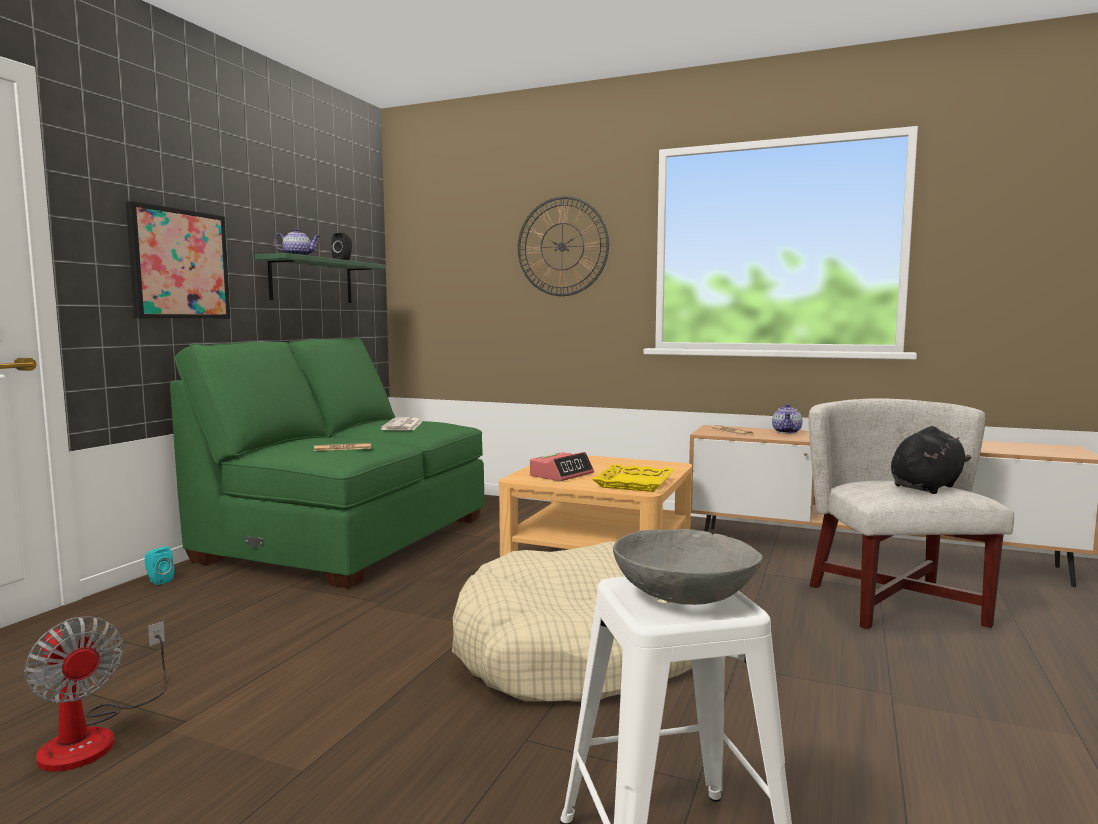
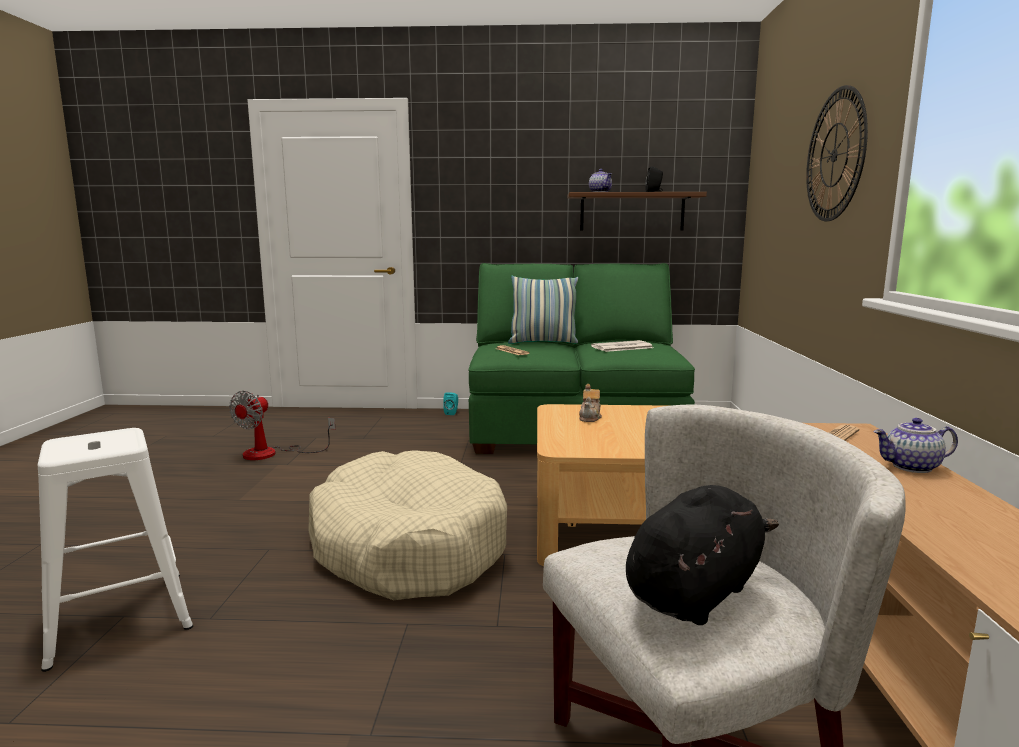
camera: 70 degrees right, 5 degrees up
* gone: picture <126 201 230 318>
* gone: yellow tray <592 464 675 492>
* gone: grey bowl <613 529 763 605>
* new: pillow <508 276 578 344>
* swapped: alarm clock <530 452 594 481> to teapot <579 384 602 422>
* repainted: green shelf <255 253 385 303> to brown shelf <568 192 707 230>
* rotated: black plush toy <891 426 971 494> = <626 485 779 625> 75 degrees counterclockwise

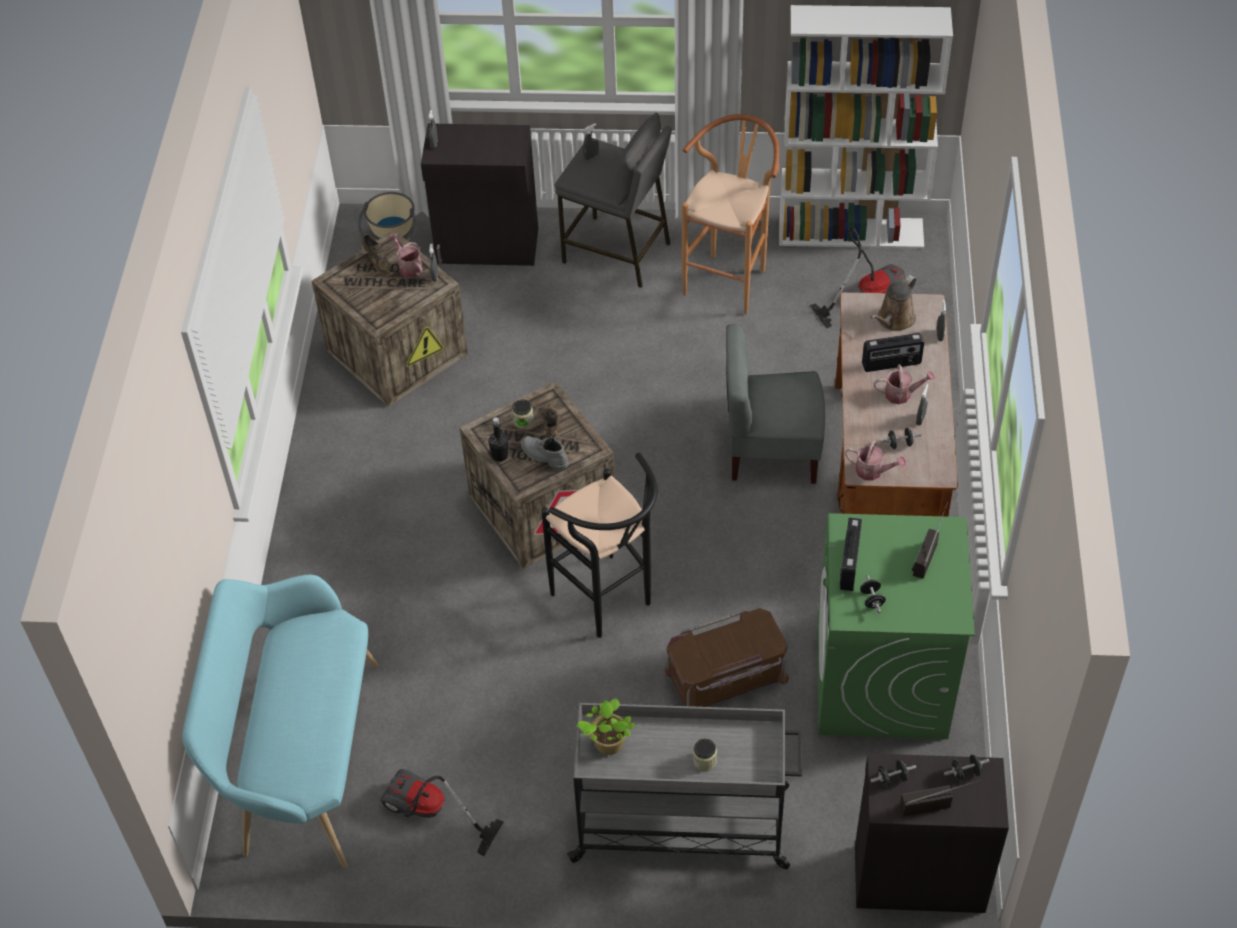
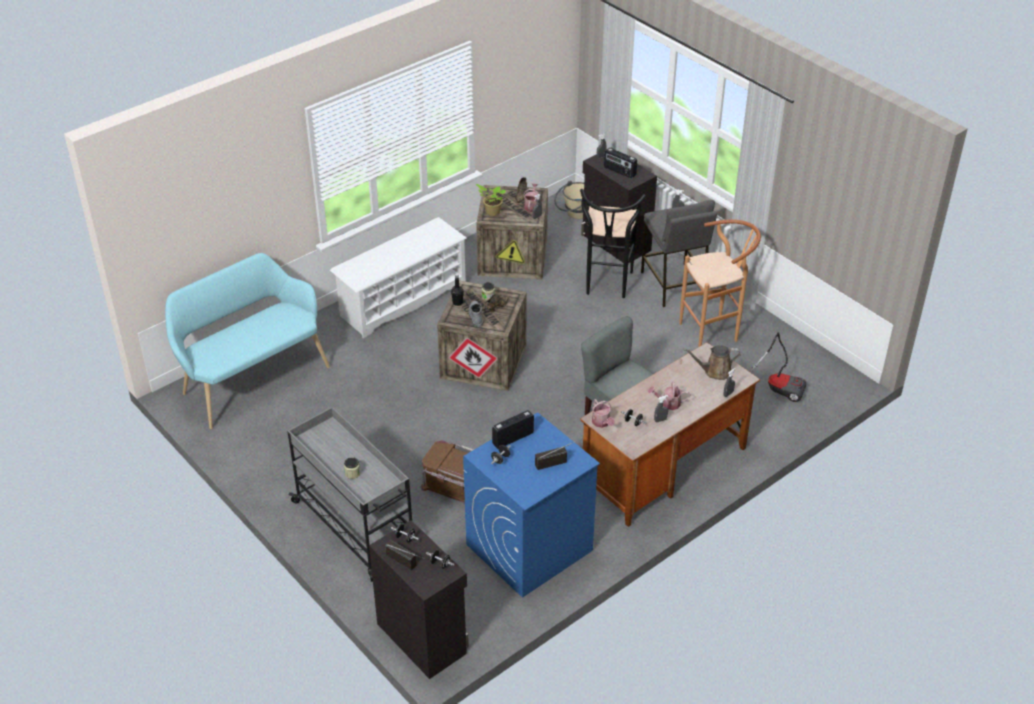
camera: 45 degrees right, 10 degrees down
* gone: vacuum cleaner <380 769 504 856>
* gone: white bookcase <779 5 953 249>
* new: white shoe rack <330 217 467 338>
* shifted: black stool <541 453 657 638> to <580 189 646 298>
* shifted: potted plant <576 698 635 755> to <476 184 506 216>
* shifted: radio <862 333 924 372> to <604 148 637 178>
* repainted: green washing machine <817 513 975 739> to blue washing machine <463 412 600 598>
* rotated: watering can <874 364 935 404> = <648 382 690 410> 135 degrees clockwise

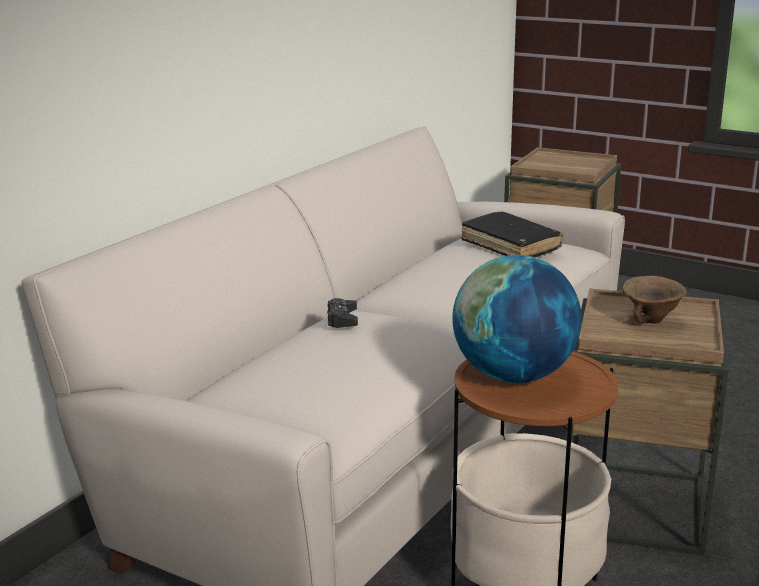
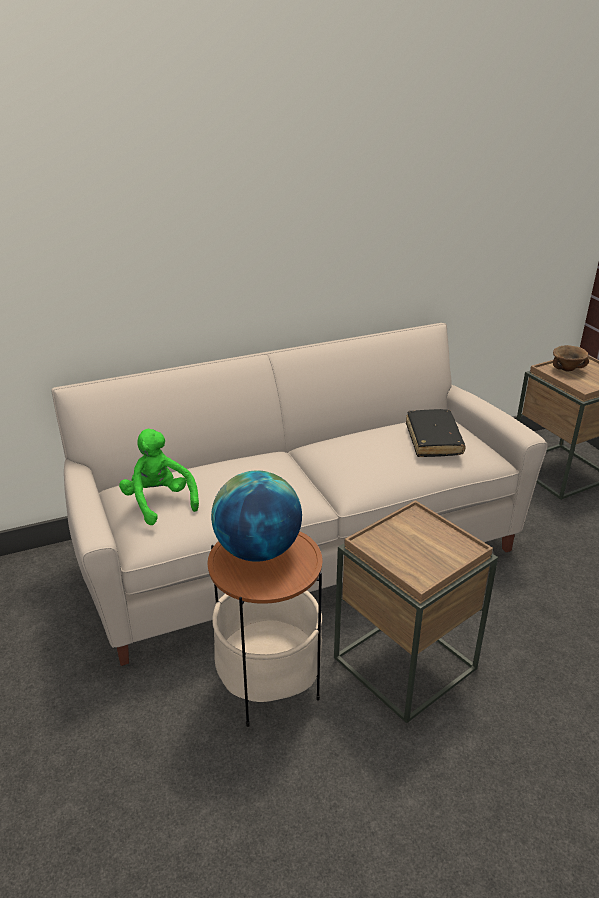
camera: 35 degrees right, 10 degrees up
* gone: black game controller <327 298 358 328>
* new: green plush toy <119 429 199 525>
* shifted: brown bowl <622 276 687 324> to <553 345 589 371>

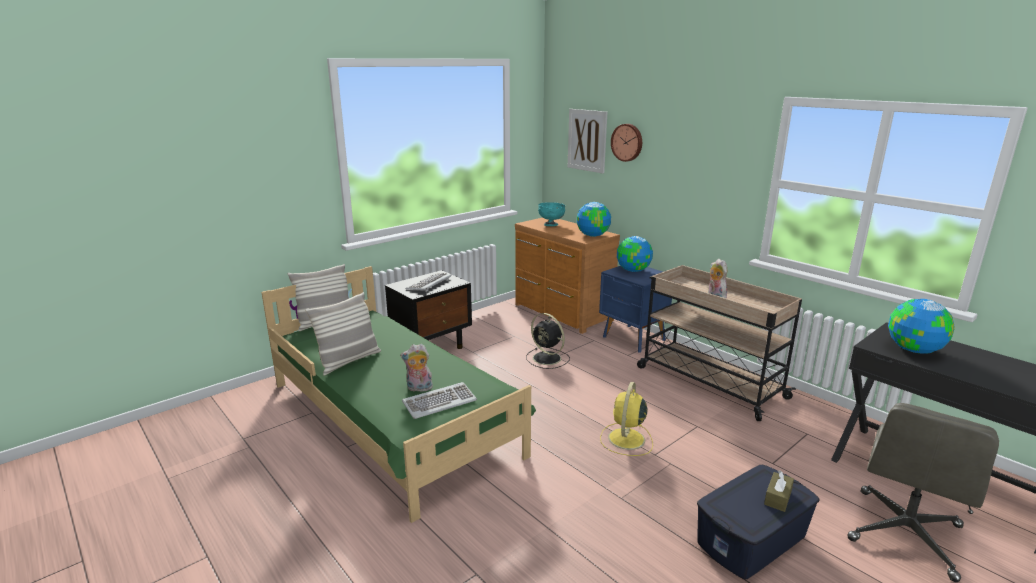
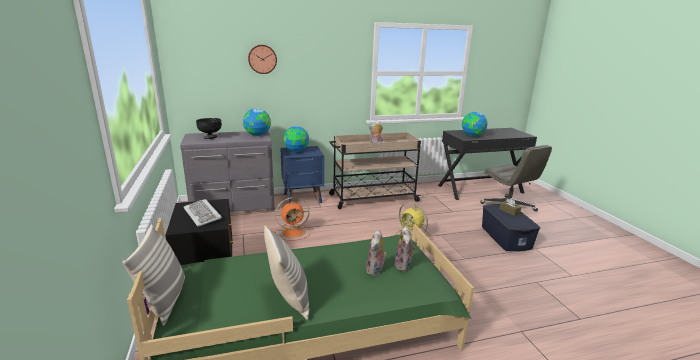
camera: 65 degrees left, 0 degrees up
* gone: picture <568 109 607 174>
* swapped: keyboard <402 382 477 419> to plush toy <394 226 415 271>
* repainted: brown dresser <515 217 620 334> to grey dresser <180 131 275 212>
* repainted: black fan <526 313 570 369> to orange fan <274 197 311 241>
* repainted: turquoise bowl <538 202 565 226> to black bowl <196 118 222 139>

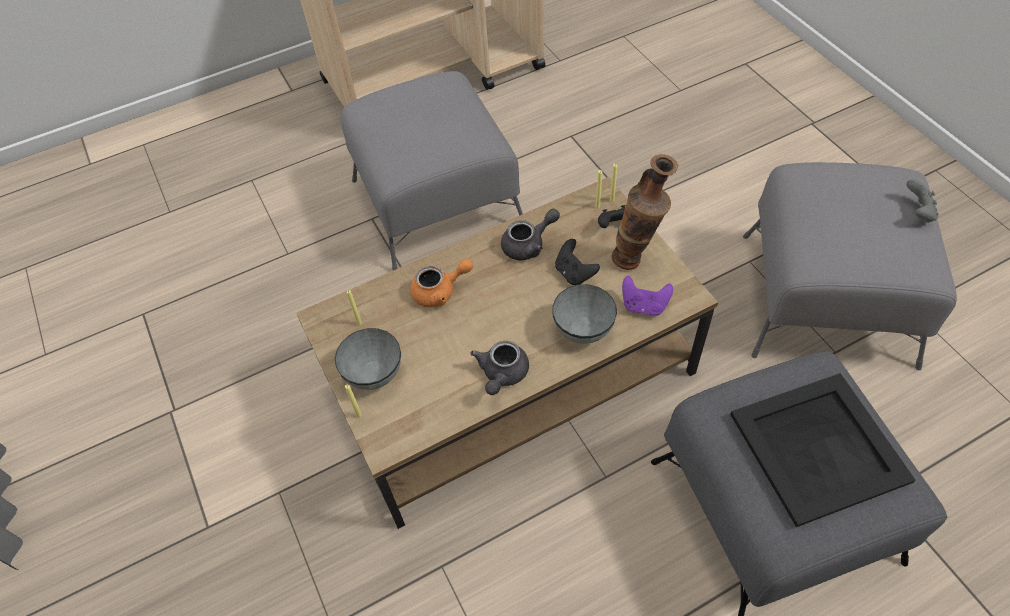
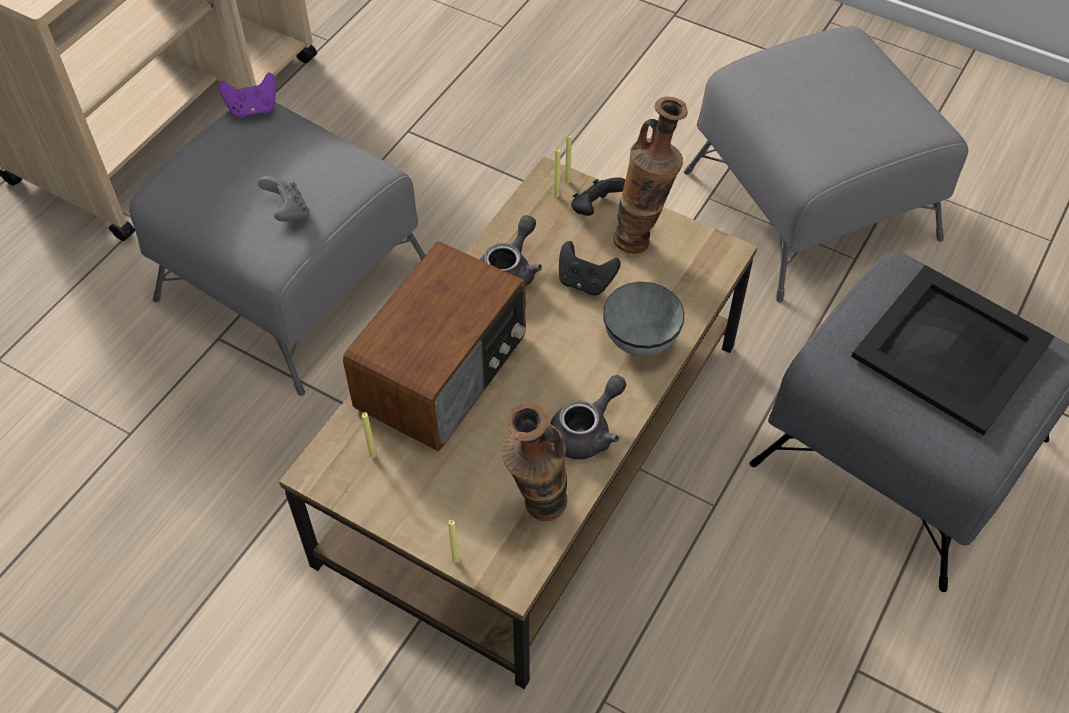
camera: 35 degrees left, 0 degrees up
* gone: grey bowl <335 328 401 390>
* new: vase <502 402 567 521>
* shifted: purple game controller <622 276 673 316> to <219 72 276 117>
* shifted: grey game controller <906 179 939 223> to <258 176 310 222>
* swapped: orange teapot <410 259 473 307> to radio <343 241 526 451>
* rotated: grey teapot <470 341 529 395> = <550 375 626 459> 120 degrees counterclockwise

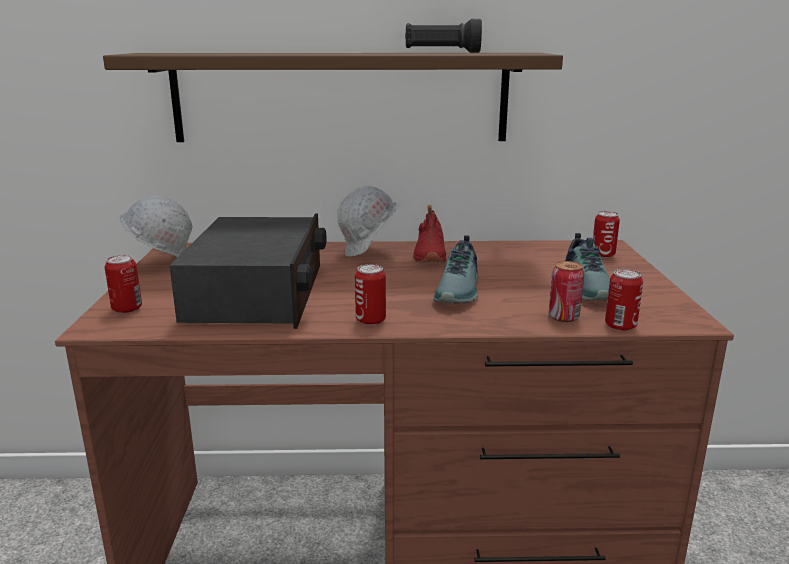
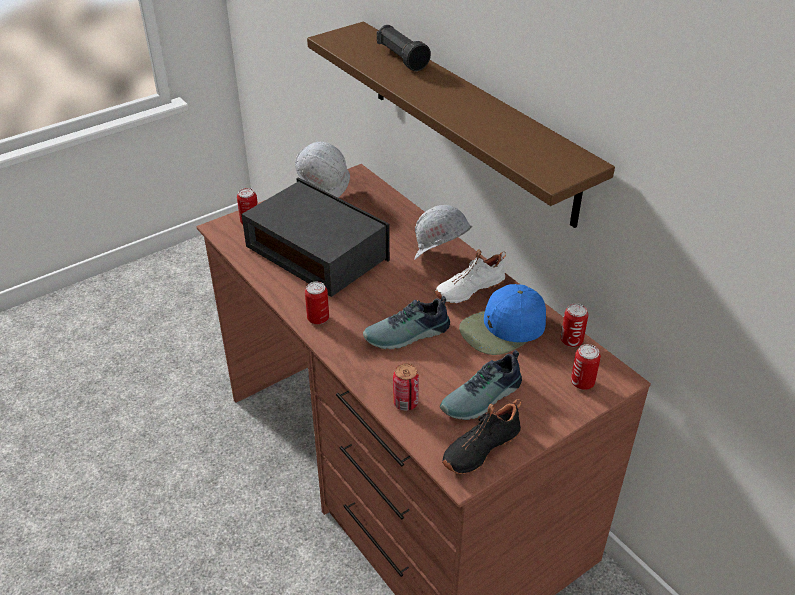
camera: 55 degrees right, 20 degrees up
* new: black shoe <442 399 521 474>
* new: blue cap <459 284 546 355>
* shifted: black flashlight <405 19 482 53> to <377 25 431 71>
* shifted: can <605 269 643 331> to <561 303 588 347>
* repainted: red shoe <413 205 446 263> to white shoe <435 249 506 304>
* rotated: radio <169 213 326 329> = <242 178 390 297> 105 degrees counterclockwise

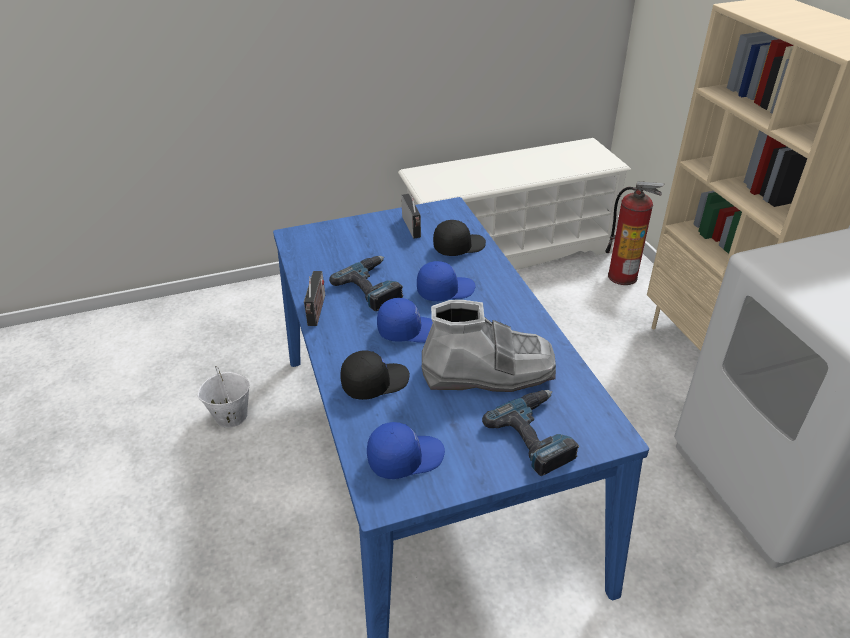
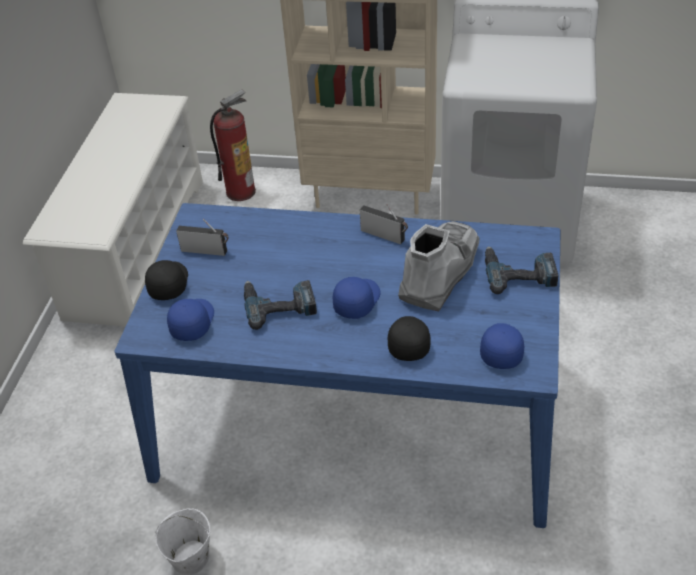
camera: 60 degrees left, 5 degrees up
* shifted: radio <304 271 325 326> to <360 204 408 244>
* shifted: blue cap <417 261 476 301> to <167 299 214 341>
* shifted: black cap <433 220 486 256> to <145 260 188 300>

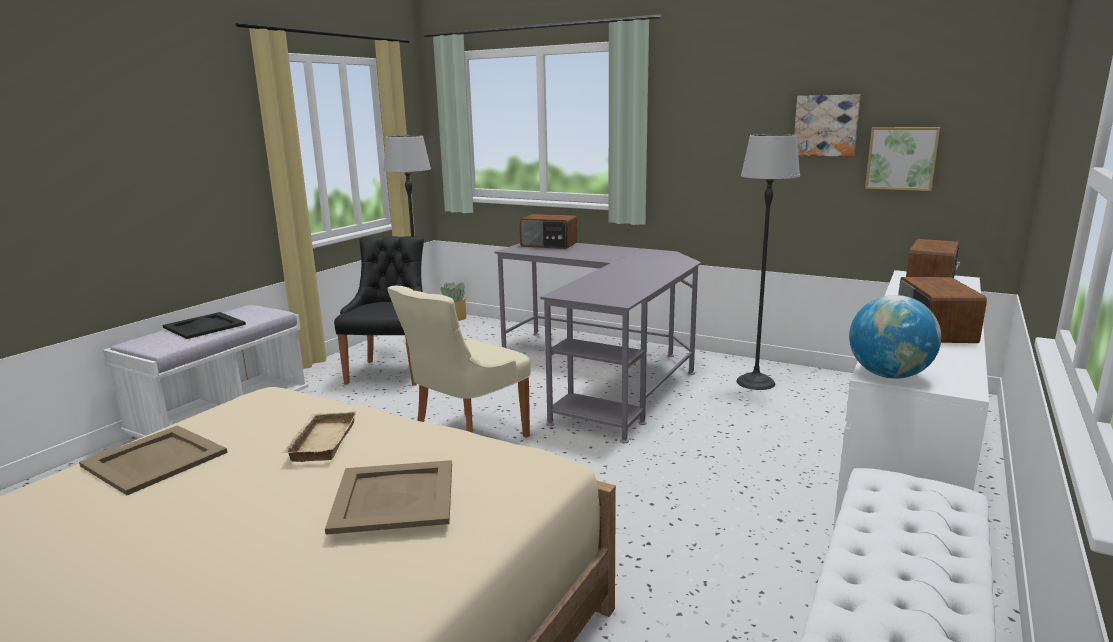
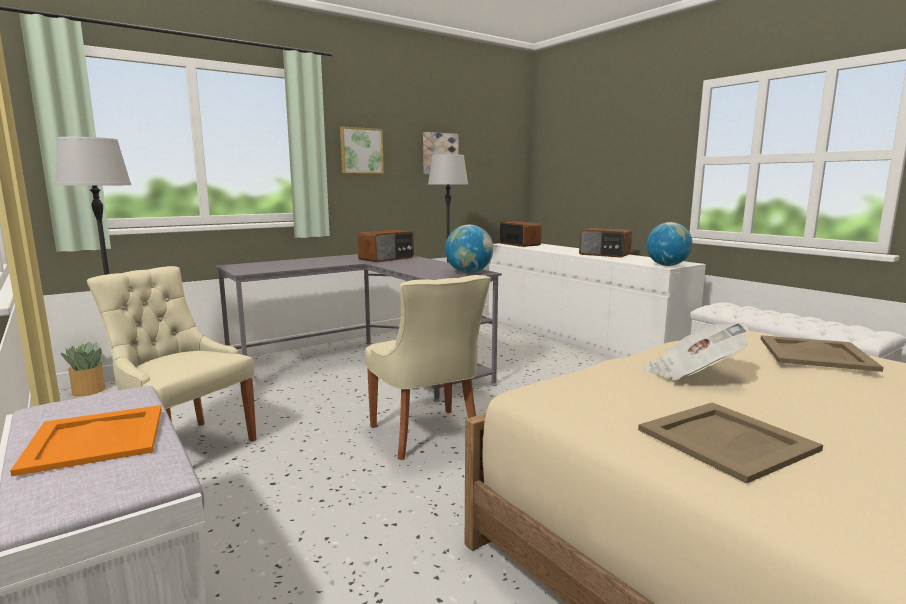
camera: 65 degrees left, 5 degrees down
* new: globe <445 225 493 273>
* shifted: radio <519 214 577 249> to <357 230 414 262>
* shifted: picture <865 127 940 191> to <340 126 384 174>
* swapped: beige tray <283 412 356 462> to newspaper <644 323 750 380>
* repainted: black tray <163 312 246 339> to orange tray <10 405 162 477>
* repainted: black chair <334 236 424 386> to beige chair <87 266 256 442>

